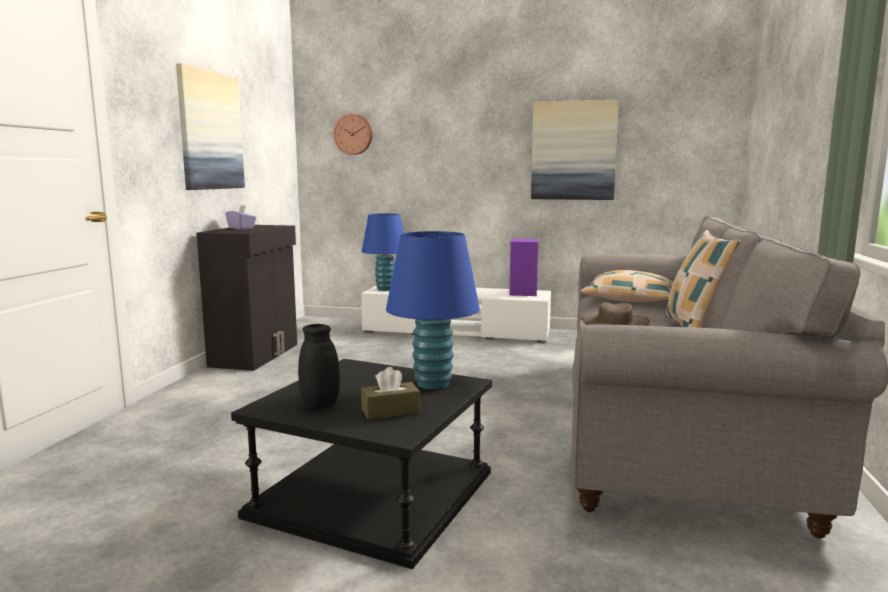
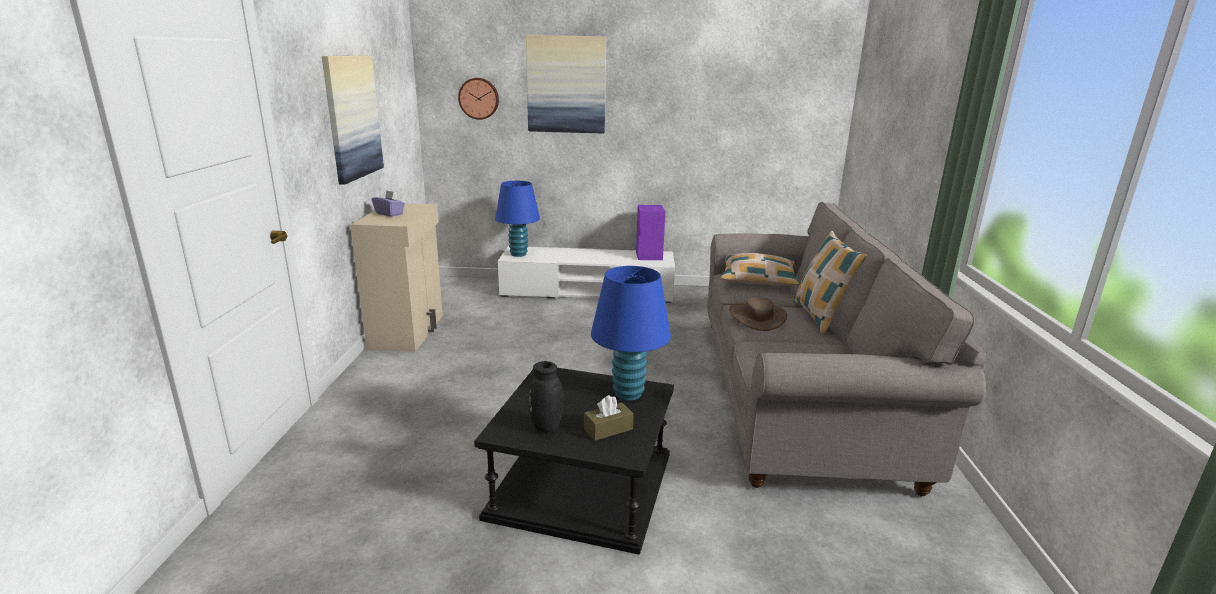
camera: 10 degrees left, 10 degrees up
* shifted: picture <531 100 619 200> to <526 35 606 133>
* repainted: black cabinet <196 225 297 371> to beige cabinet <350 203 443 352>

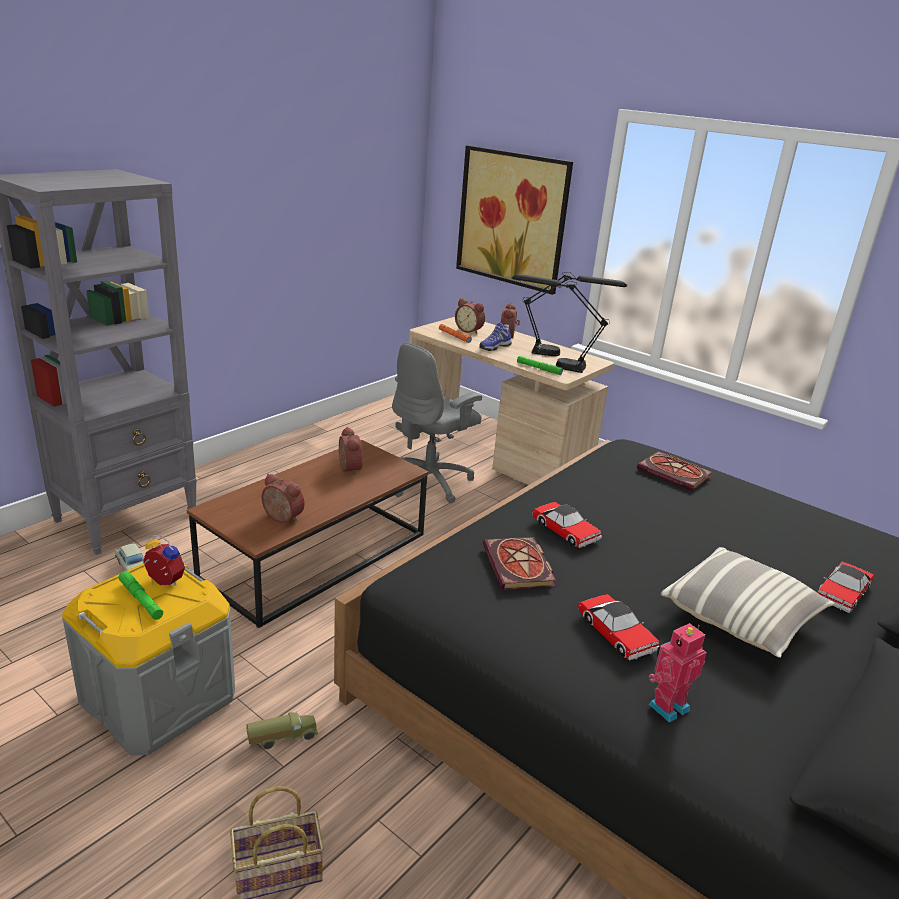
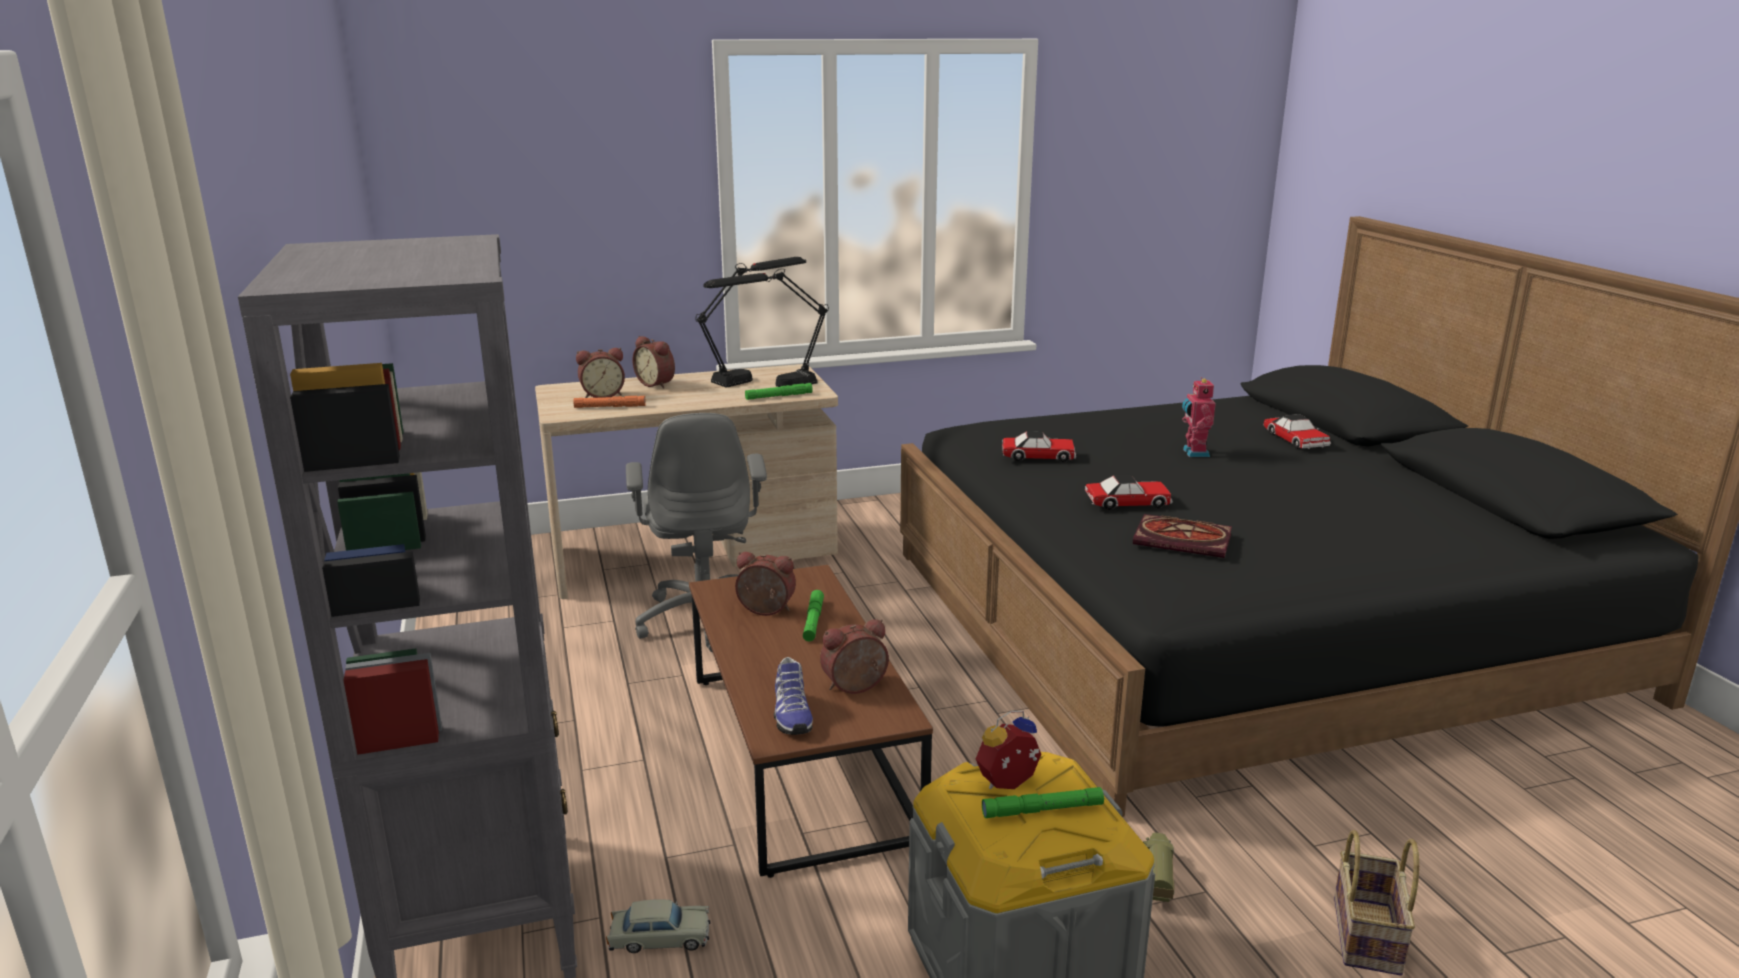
camera: 55 degrees left, 5 degrees down
* gone: picture <456 145 573 295>
* gone: book <637 451 712 491>
* gone: pillow <661 547 835 658>
* new: green flashlight <803 590 824 641>
* shifted: shoe <479 323 512 351> to <774 657 813 735>
* shifted: toy car <578 594 659 661> to <1002 431 1076 462>
* shifted: toy robot <649 623 707 723> to <1182 377 1216 457>

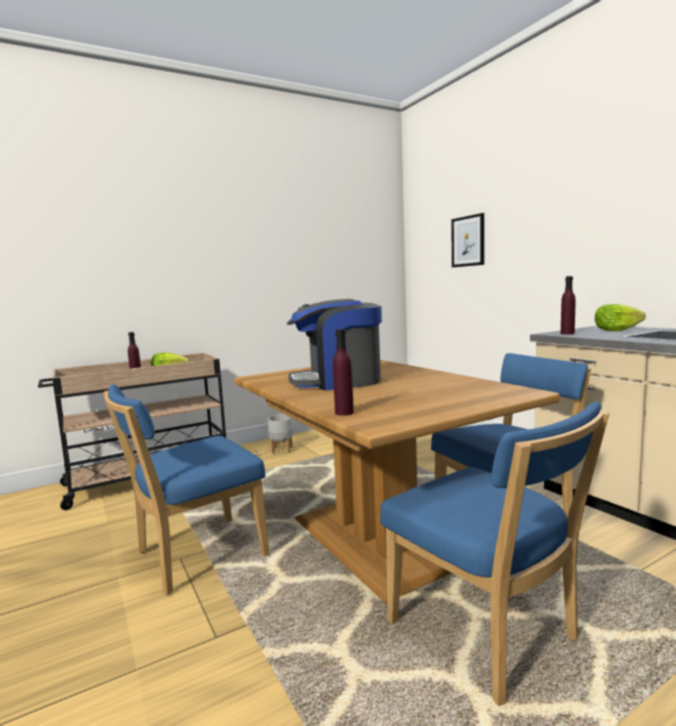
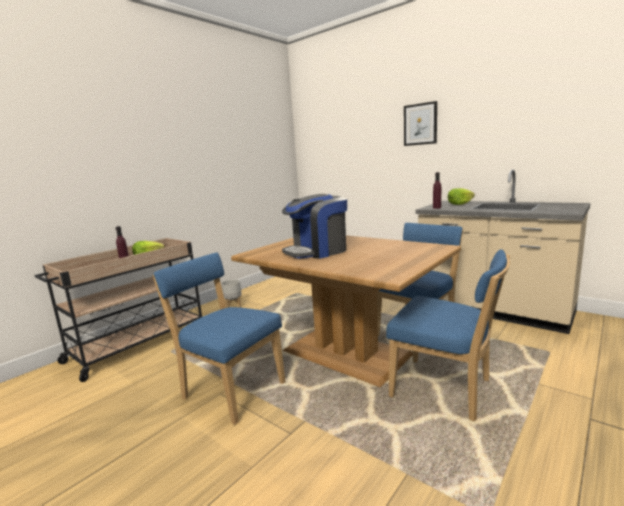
camera: 20 degrees left, 5 degrees up
* gone: purple bottle <333 329 354 416>
* shifted: picture <451 213 484 267> to <404 101 437 146>
* rotated: blue chair <103 384 270 595> = <152 253 285 425> 90 degrees clockwise

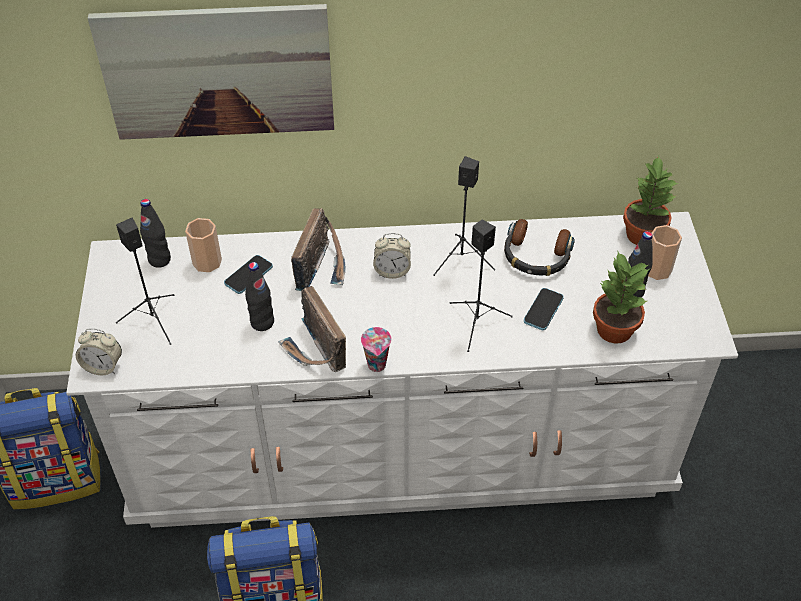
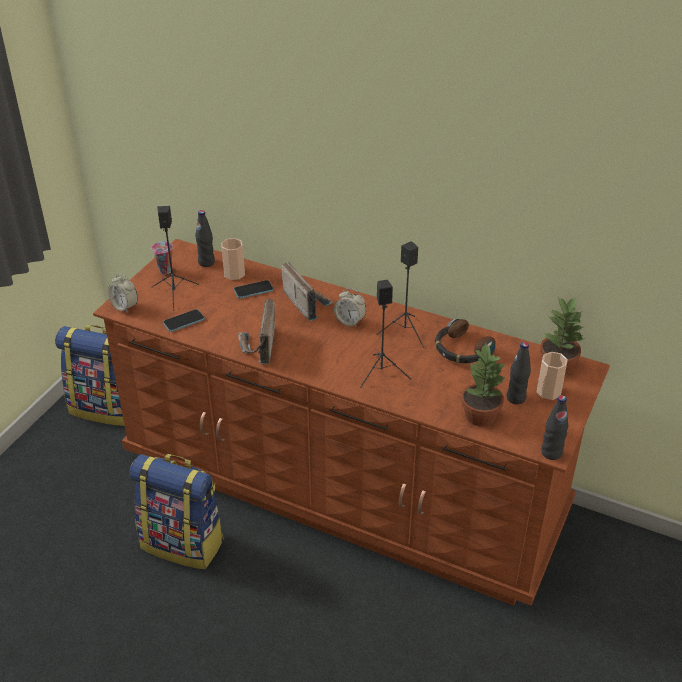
camera: 30 degrees right, 10 degrees down
* gone: picture <88 4 334 140>
* shifted: black bottle <245 262 274 331> to <541 395 568 460>
* shifted: cup <361 327 392 372> to <152 241 173 274>
* shifted: phone <524 288 564 330> to <163 309 205 332>
* repainted: white dresser <66 212 738 528> to brown dresser <93 239 610 606>
* rotated: radio <291 208 346 291> = <281 262 333 321> 75 degrees counterclockwise

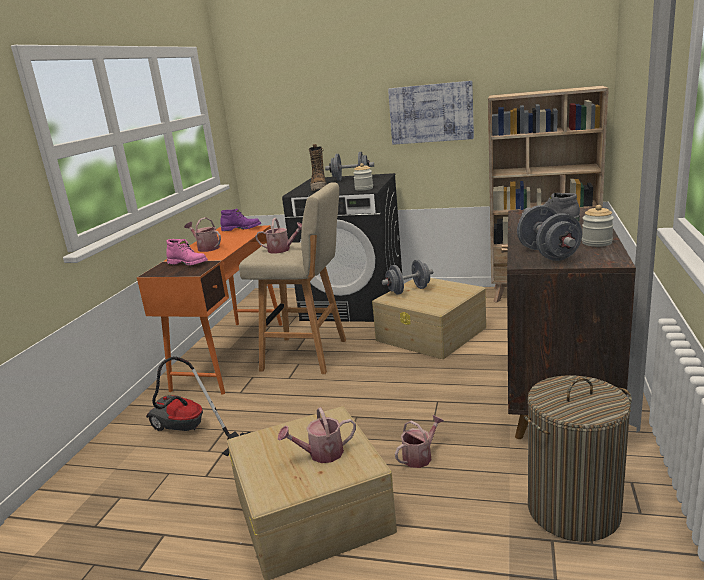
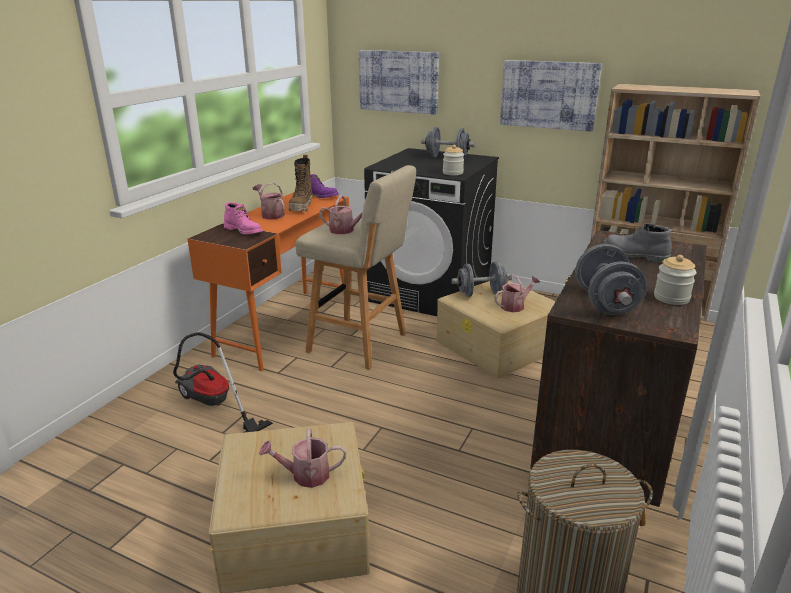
camera: 10 degrees right, 5 degrees up
* new: picture <359 50 439 115>
* shifted: boot <309 144 327 191> to <288 155 312 212>
* shifted: watering can <395 415 444 468> to <495 274 540 312>

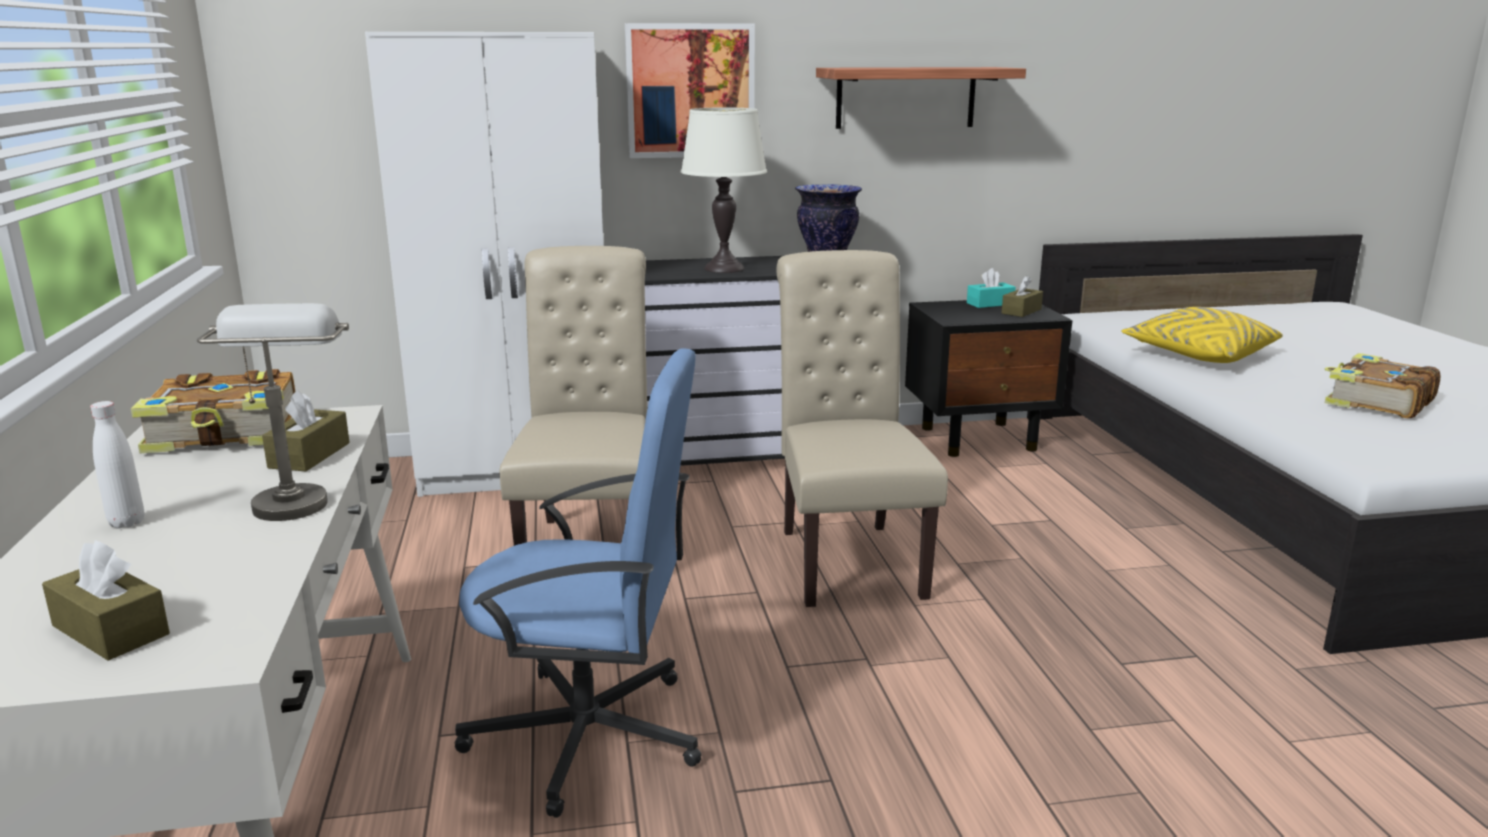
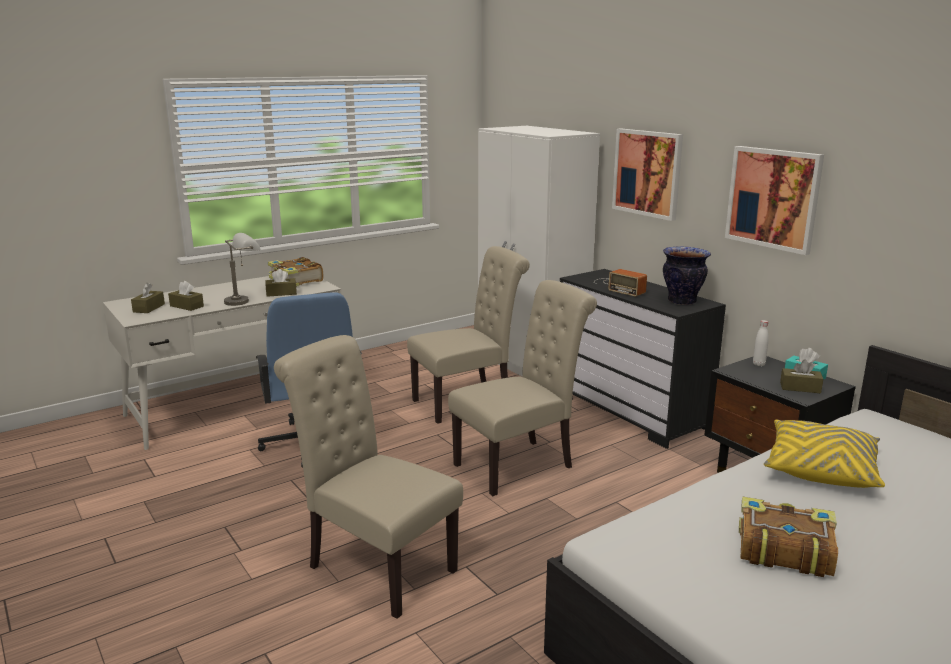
camera: 65 degrees right, 0 degrees up
* new: brown tissue box <168 281 204 311>
* new: beige chair <274 335 463 619>
* shifted: white bottle <90 401 144 529> to <753 320 769 366>
* swapped: white table lamp <681 107 767 273> to radio <594 269 647 296>
* swapped: shelf <816 67 1026 129> to picture <725 146 824 255>

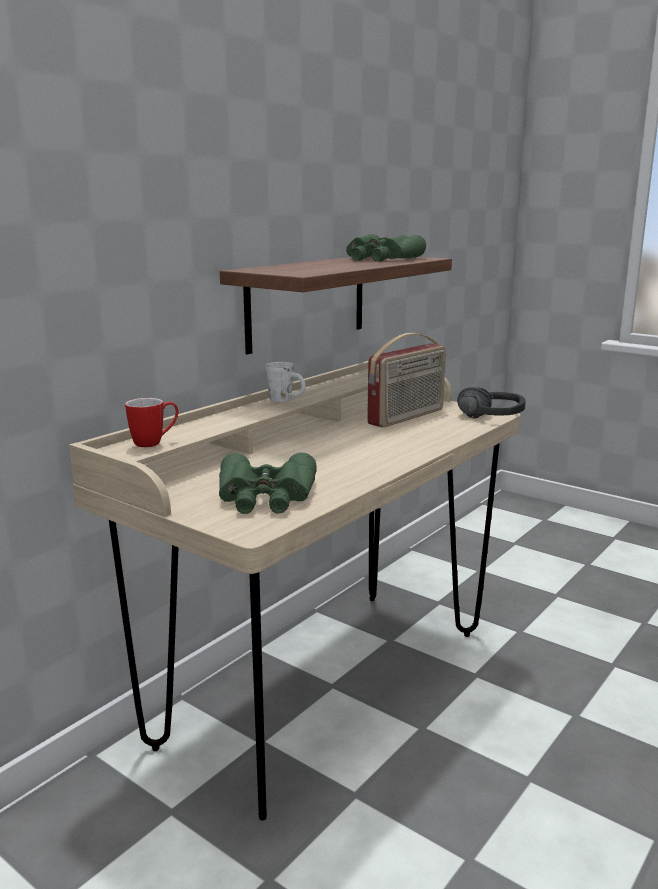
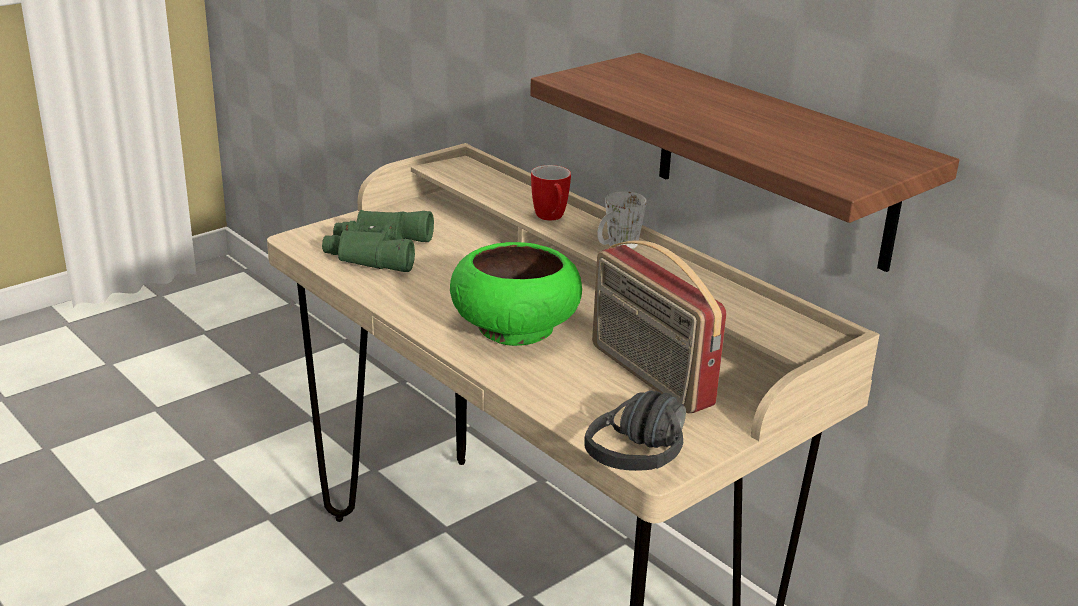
camera: 100 degrees right, 10 degrees up
* gone: green binoculars <346 234 426 261>
* new: green bowl <450 242 582 346>
* shifted: mug <125 398 179 447> to <531 165 571 221>

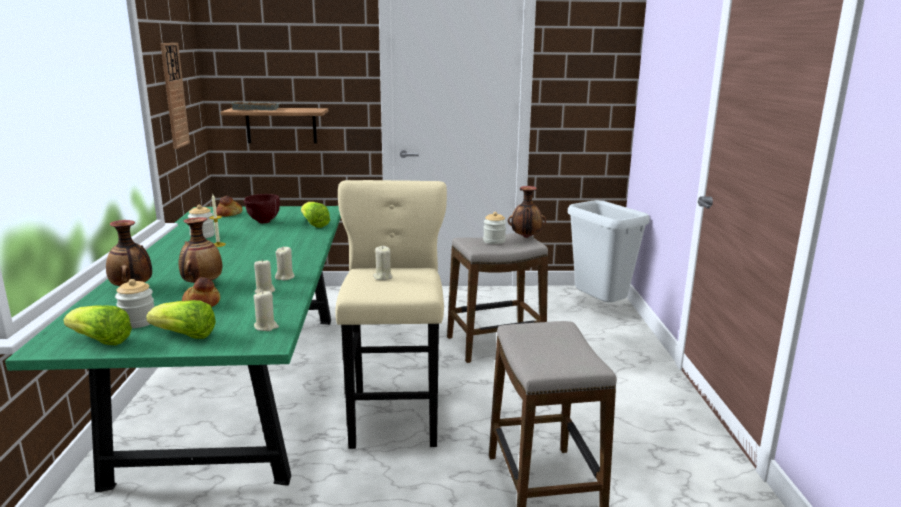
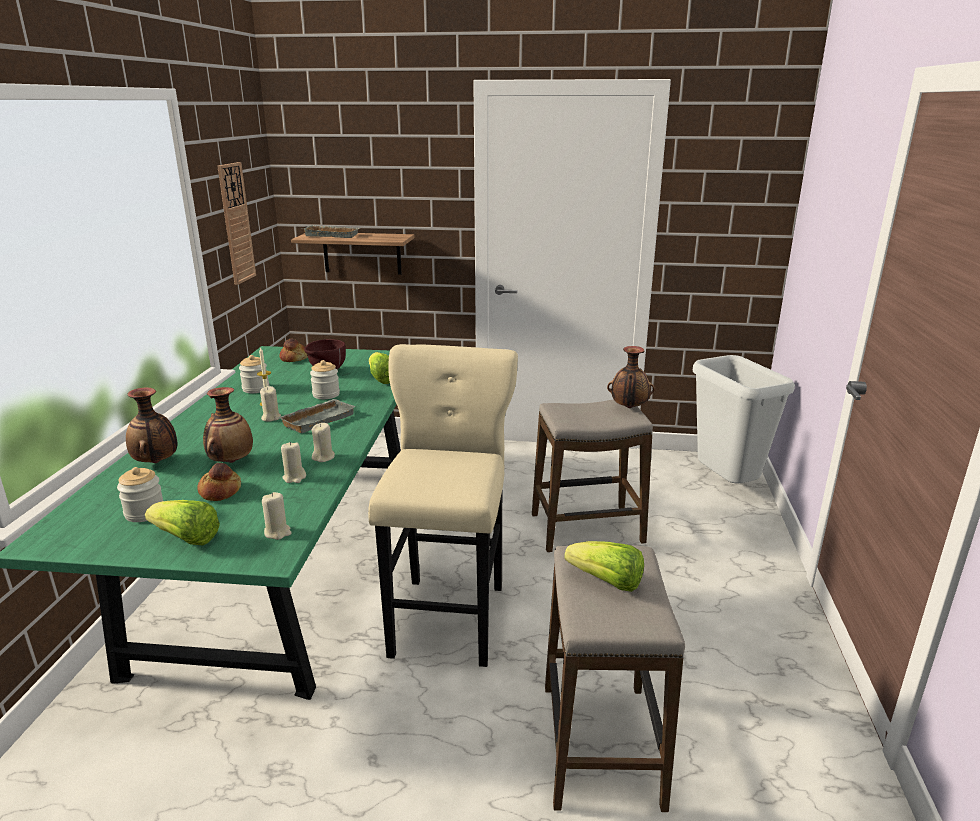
camera: 10 degrees right, 5 degrees up
* new: grey tray <278 399 356 433>
* shifted: lettuce <63 306 132 345> to <564 541 644 592>
* shifted: beige candle <373 246 393 280> to <260 386 281 422>
* shifted: jar <483 212 506 244> to <310 360 340 399>

